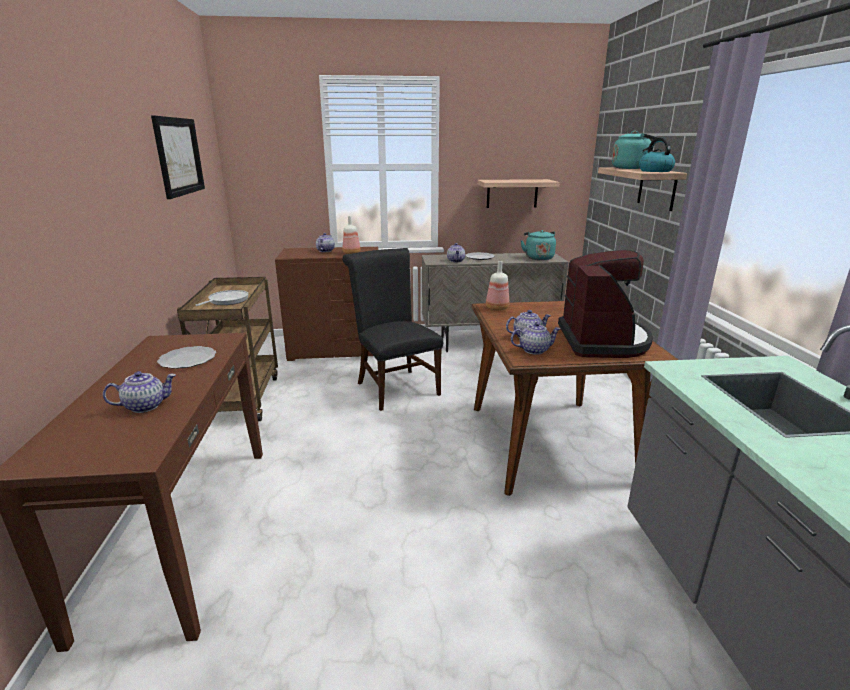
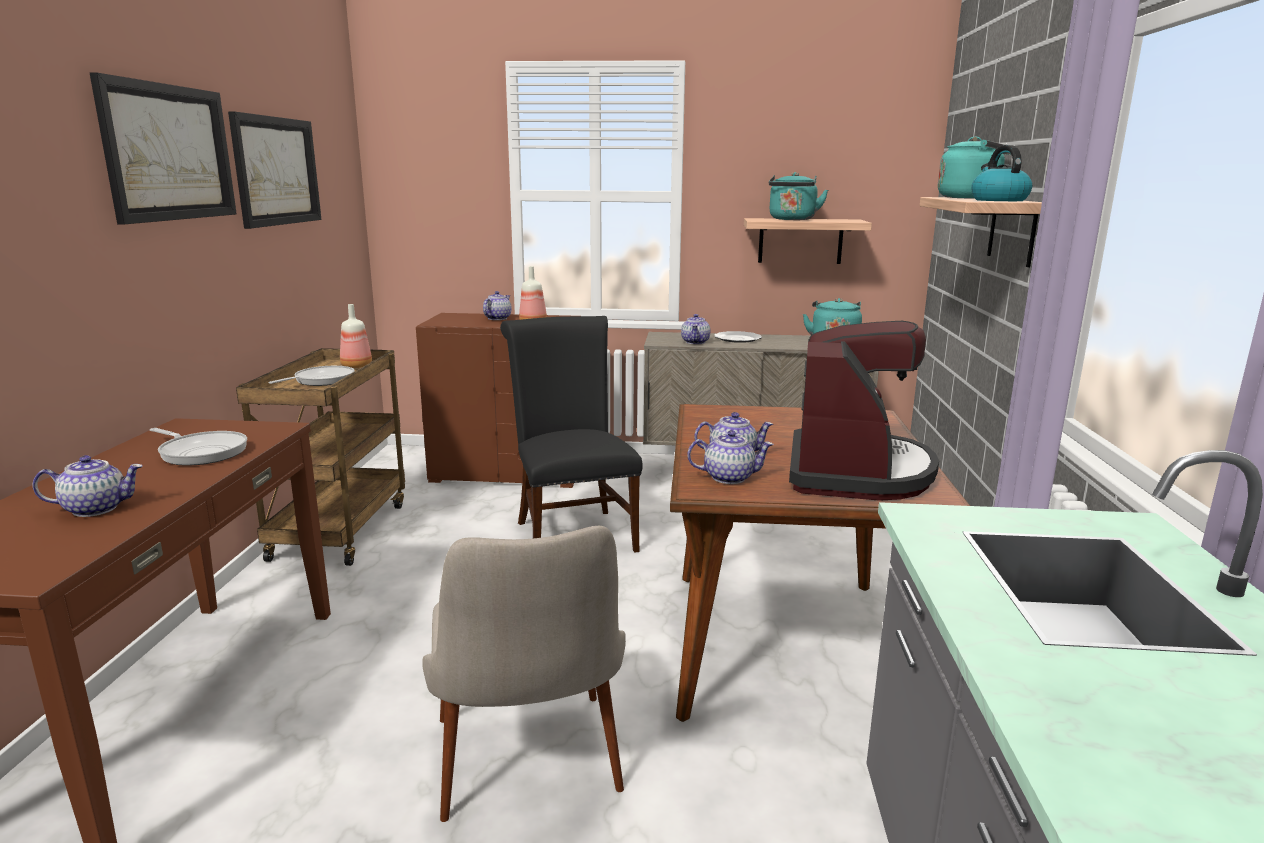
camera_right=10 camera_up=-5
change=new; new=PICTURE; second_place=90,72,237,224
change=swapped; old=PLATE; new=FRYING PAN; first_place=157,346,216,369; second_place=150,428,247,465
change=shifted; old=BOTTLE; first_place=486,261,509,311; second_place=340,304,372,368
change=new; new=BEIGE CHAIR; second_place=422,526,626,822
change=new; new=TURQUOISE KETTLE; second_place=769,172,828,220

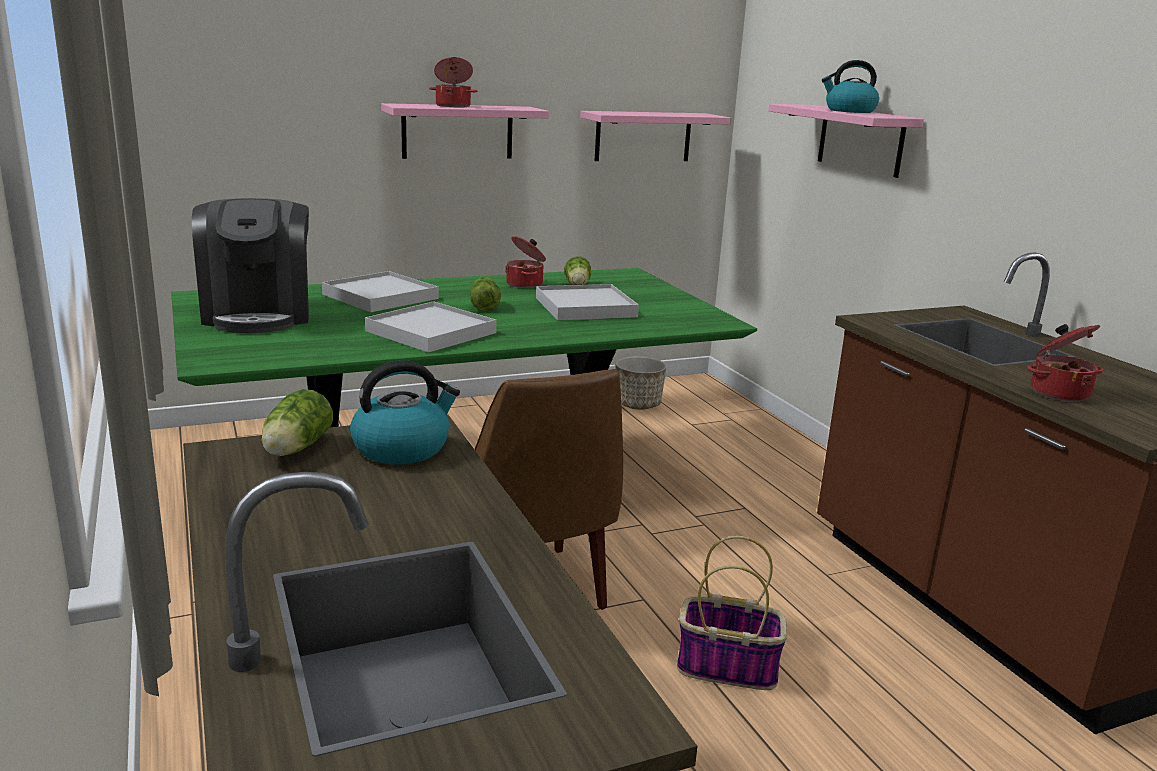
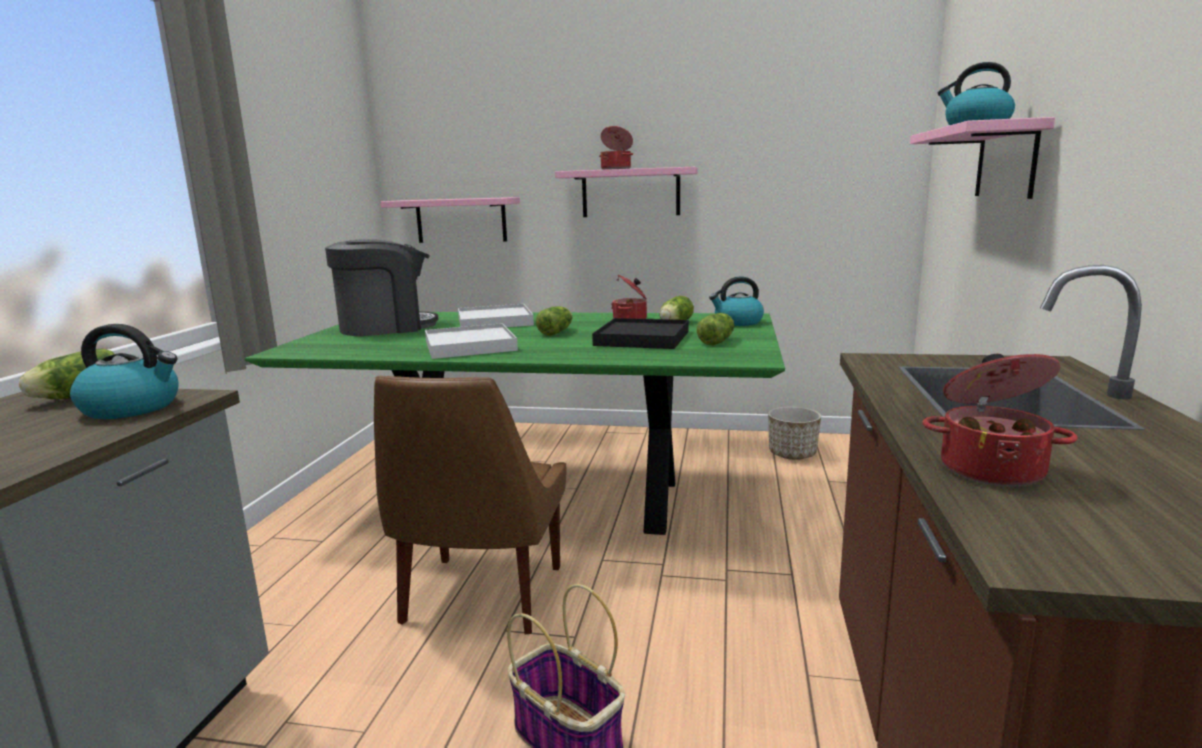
camera_right=35 camera_up=-5
change=rotated; old=COFFEE MACHINE; first_place=192,198,309,333; second_place=325,239,438,336; degrees=-135
change=shifted; old=PINK SHELF; first_place=580,111,732,161; second_place=381,197,520,243
change=repainted; old=WHITE TRAY; new=BLACK TRAY; first_place=536,284,639,320; second_place=592,318,689,349
change=new; new=LETTUCE; second_place=697,313,734,345
change=new; new=KETTLE; second_place=709,276,764,326

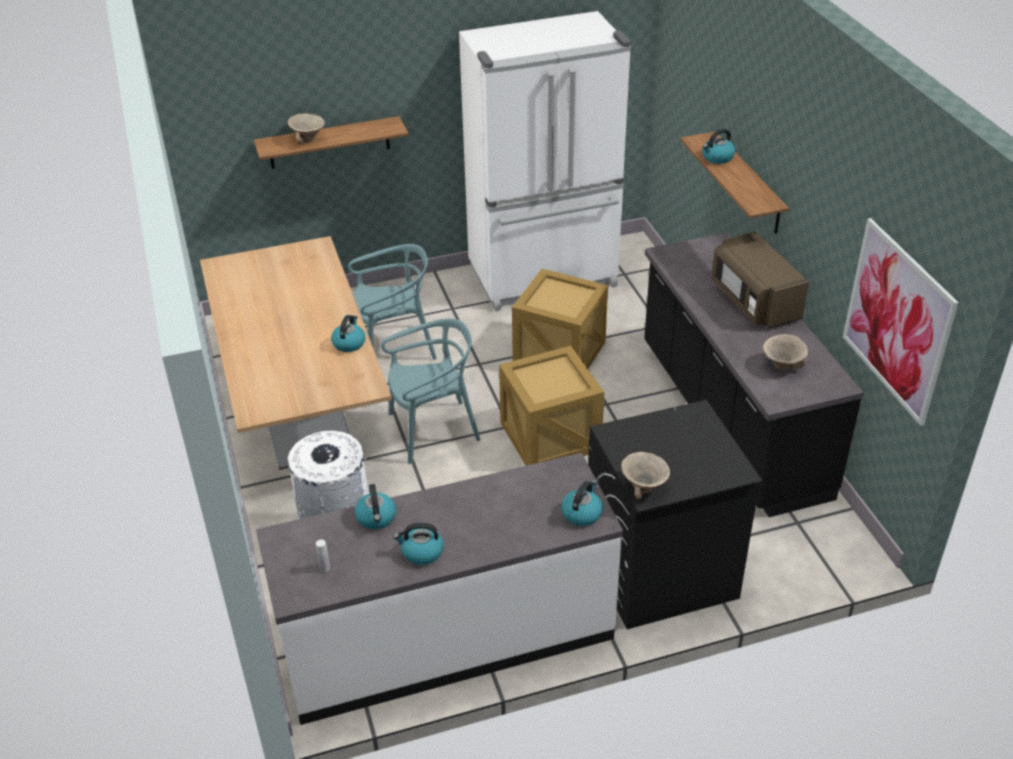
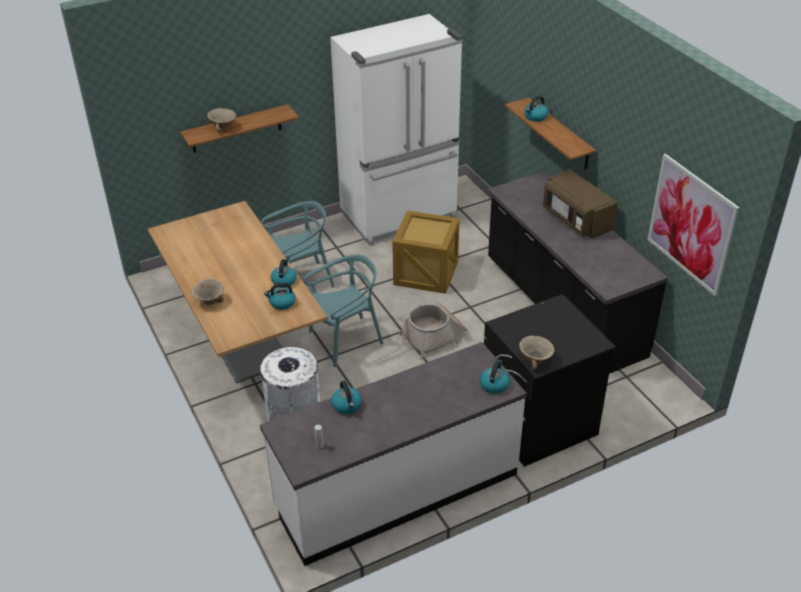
camera_right=-10 camera_up=0
change=shifted; old=BEIGE BOWL; first_place=763,334,808,370; second_place=191,279,224,305
change=shifted; old=KETTLE; first_place=393,522,444,565; second_place=264,283,296,310
change=swapped; old=CRATE; new=BASKET; first_place=499,346,604,466; second_place=399,301,468,359

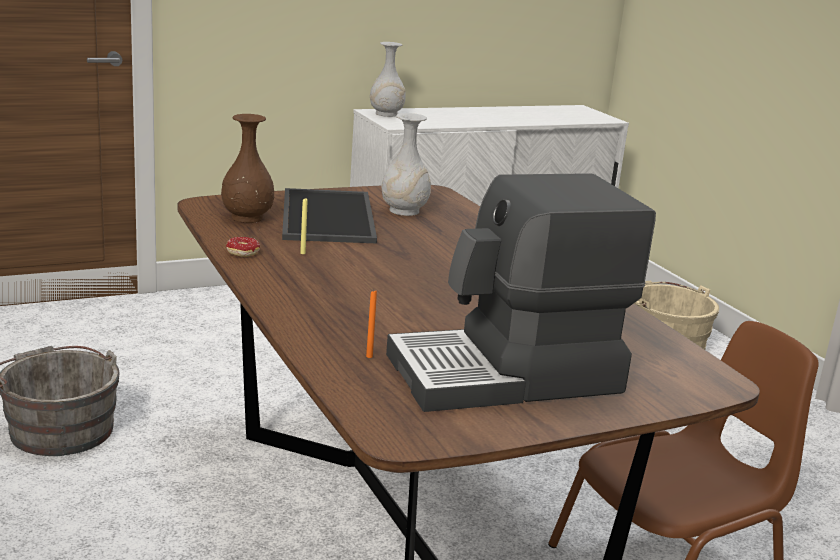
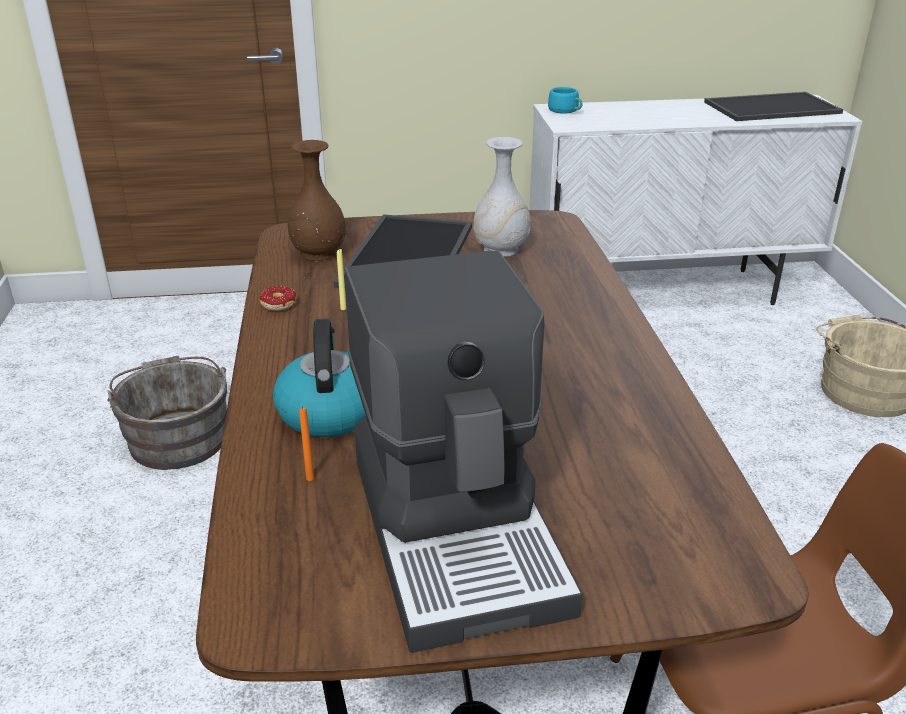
camera_right=20 camera_up=10
change=new; new=KETTLE; second_place=273,319,366,437
change=rotated; old=COFFEE MACHINE; first_place=386,173,656,412; second_place=345,250,582,653; degrees=-105
change=swapped; old=WHITE VASE; new=TURQUOISE CUP; first_place=370,42,406,117; second_place=548,87,582,114
change=new; new=TRAY; second_place=704,92,843,121

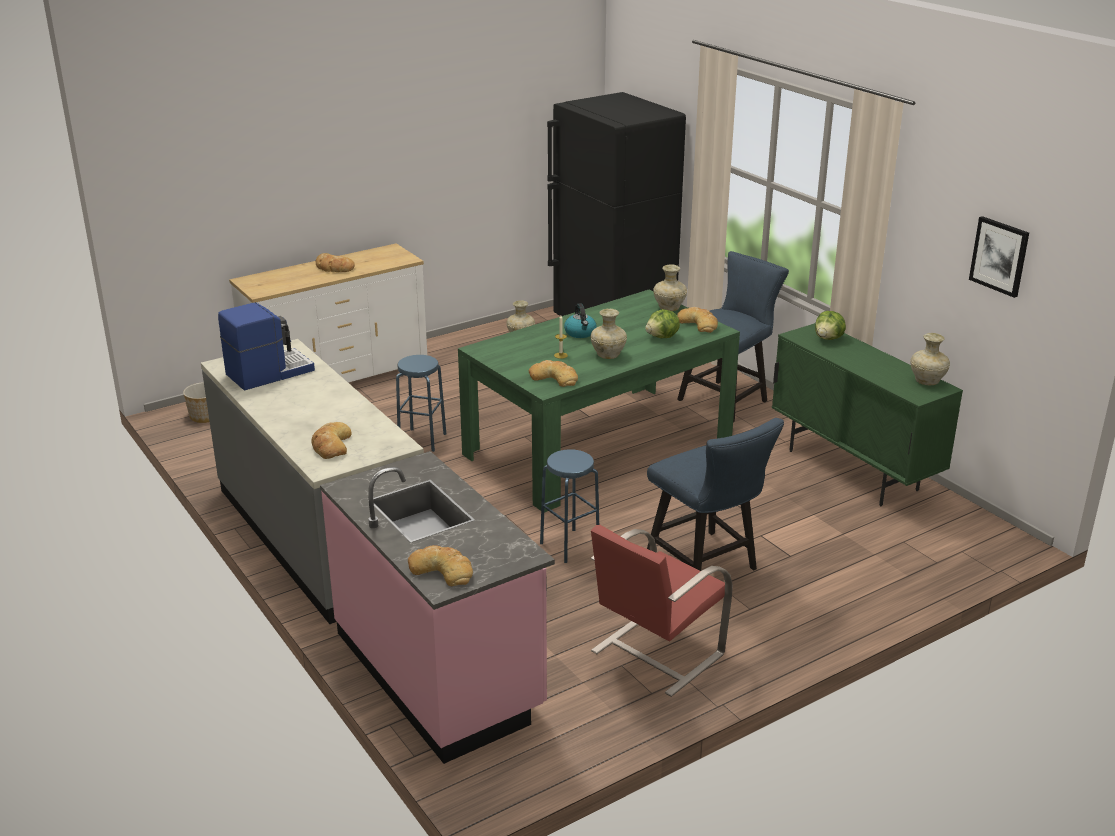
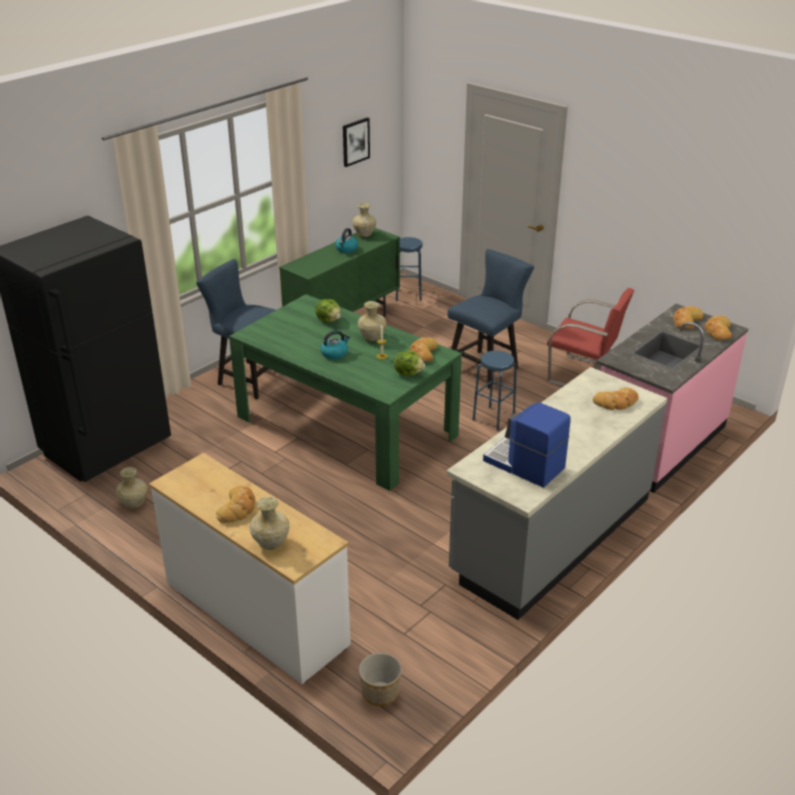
camera_right=-105 camera_up=5
change=shifted; old=BEIGE VASE; first_place=653,264,687,311; second_place=250,497,290,550
change=new; new=KETTLE; second_place=335,228,358,253
change=shifted; old=LETTUCE; first_place=815,311,846,340; second_place=394,350,425,376
change=shifted; old=BLUE STOOL; first_place=396,355,446,452; second_place=396,237,422,301
change=shifted; old=BREAD; first_place=677,307,718,333; second_place=673,306,703,329

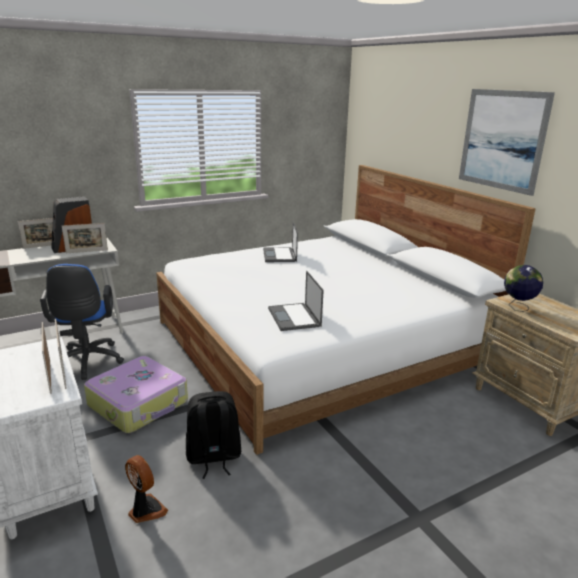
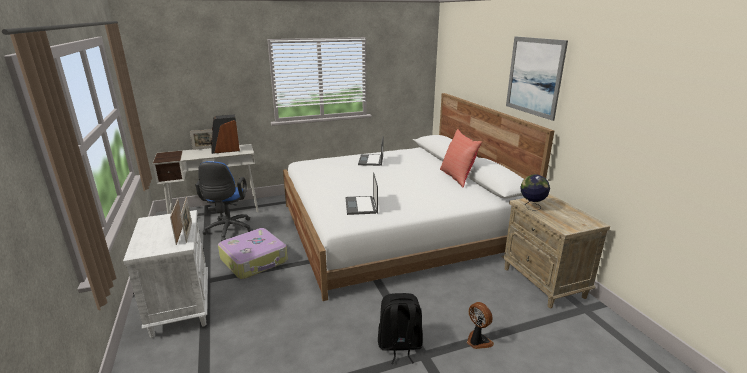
camera_right=10 camera_up=0
change=shifted; old=BLACK BACKPACK; first_place=186,391,241,479; second_place=378,293,423,364
change=new; new=RED PILLOW; second_place=440,129,482,188
change=shifted; old=FAN; first_place=125,455,168,523; second_place=467,302,494,349
change=gone; old=PICTURE FRAME; first_place=62,223,108,253

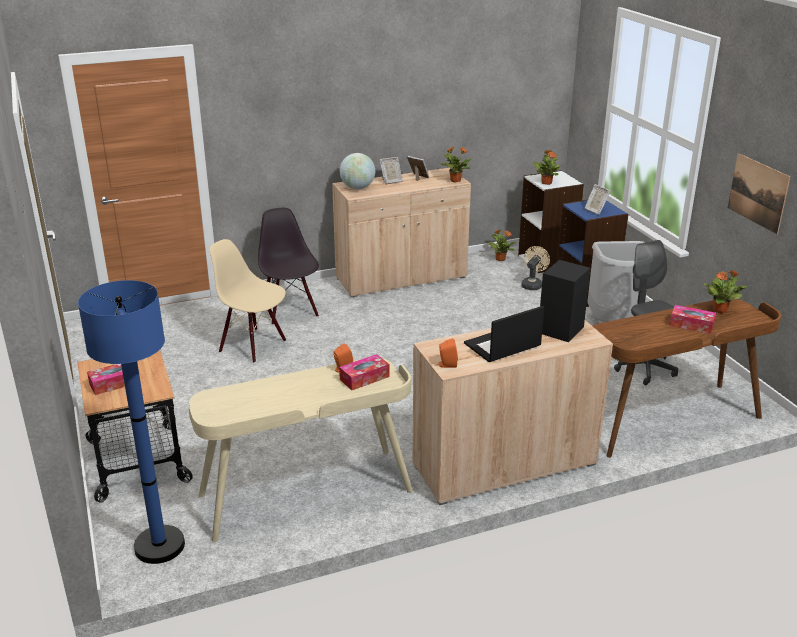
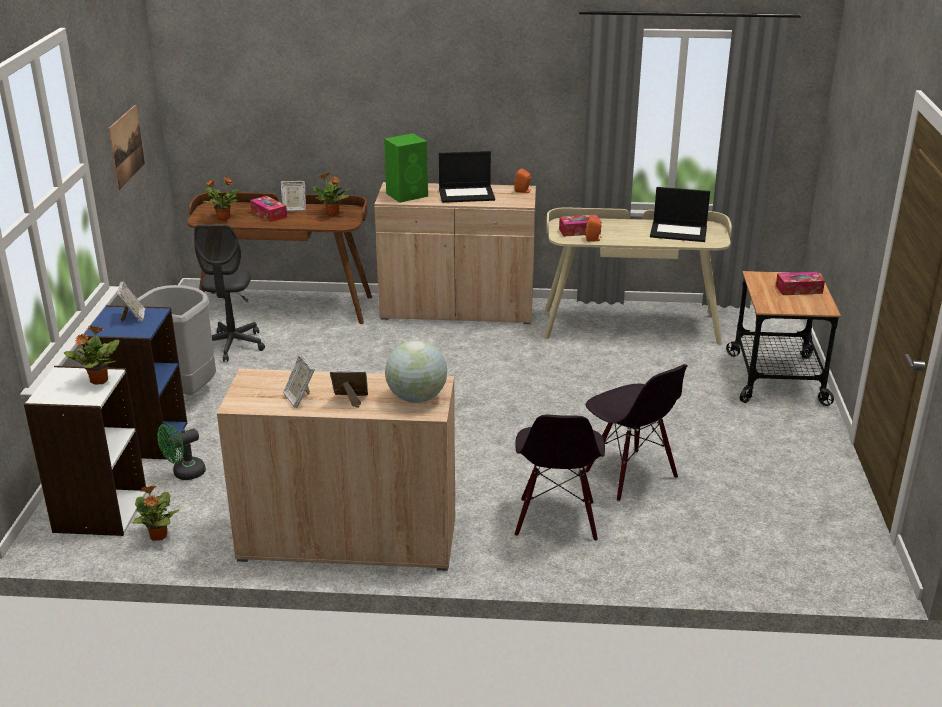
camera_right=-155 camera_up=0
change=repainted; old=BEIGE FAN; new=GREEN FAN; first_place=521,246,550,290; second_place=157,423,206,480
change=new; new=PICTURE FRAME; second_place=281,181,306,212
change=shifted; old=POTTED PLANT; first_place=441,147,472,183; second_place=313,173,350,216
change=repainted; old=BLACK SPEAKER; new=GREEN SPEAKER; first_place=540,260,590,342; second_place=384,133,428,203
change=repainted; old=BEIGE CHAIR; new=BLACK CHAIR; first_place=209,239,286,363; second_place=585,364,688,502
change=new; new=LAPTOP; second_place=650,187,710,242
change=gone; old=BLUE FLOOR LAMP; first_place=78,280,185,564

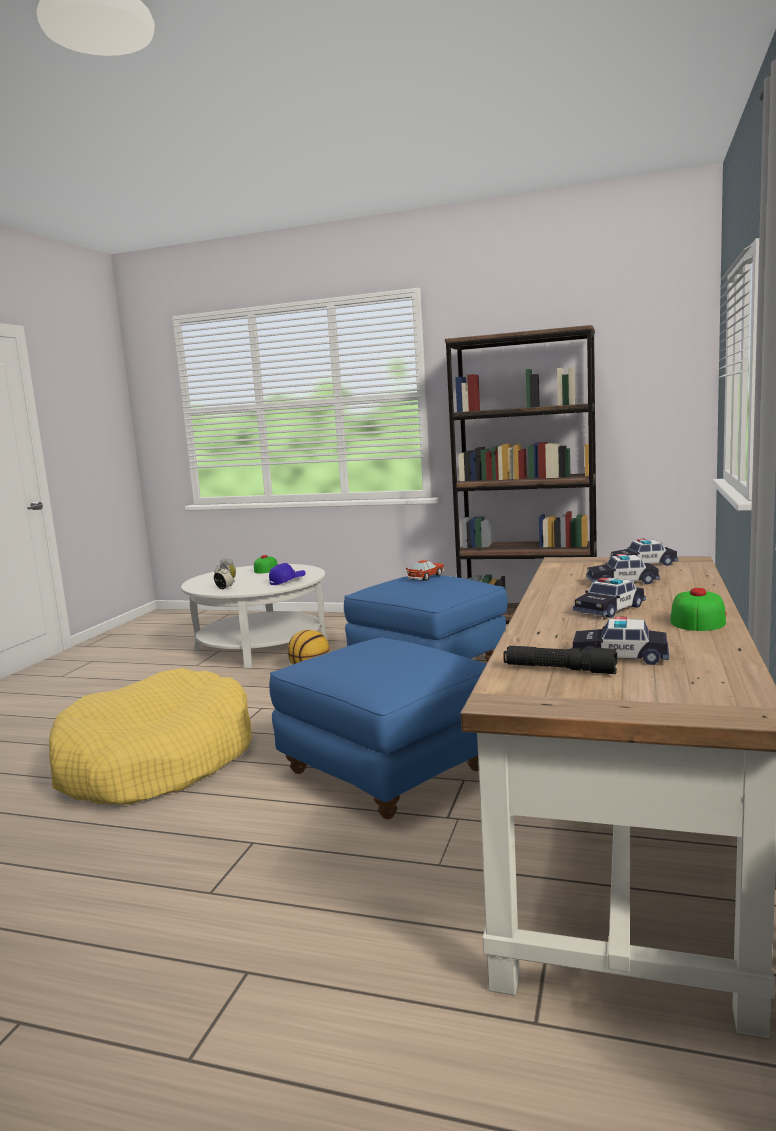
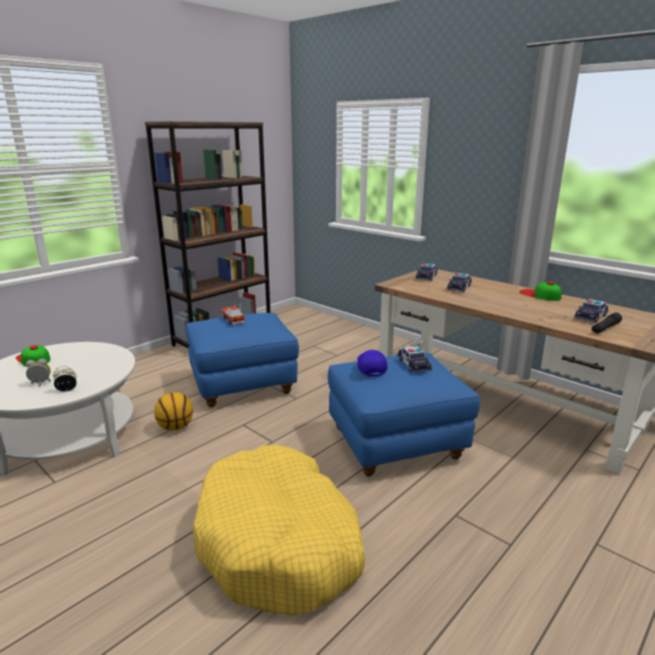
camera_right=-65 camera_up=10
change=shifted; old=BLUE CAP; first_place=269,563,306,585; second_place=357,350,387,377
change=shifted; old=TOY CAR; first_place=573,577,646,618; second_place=397,346,432,373

